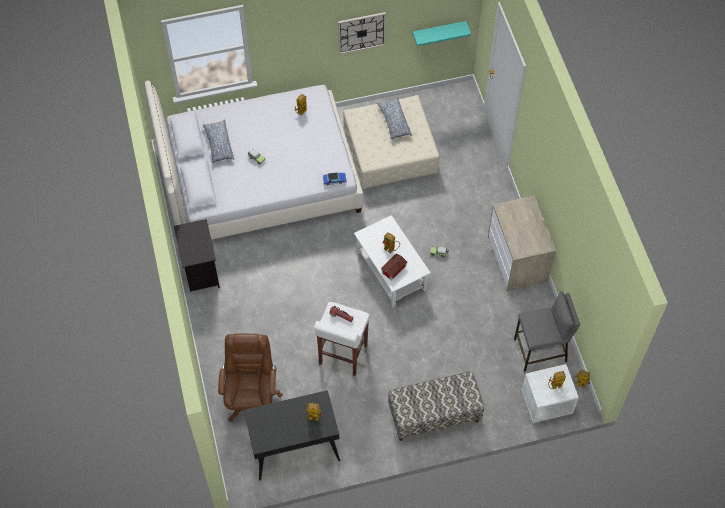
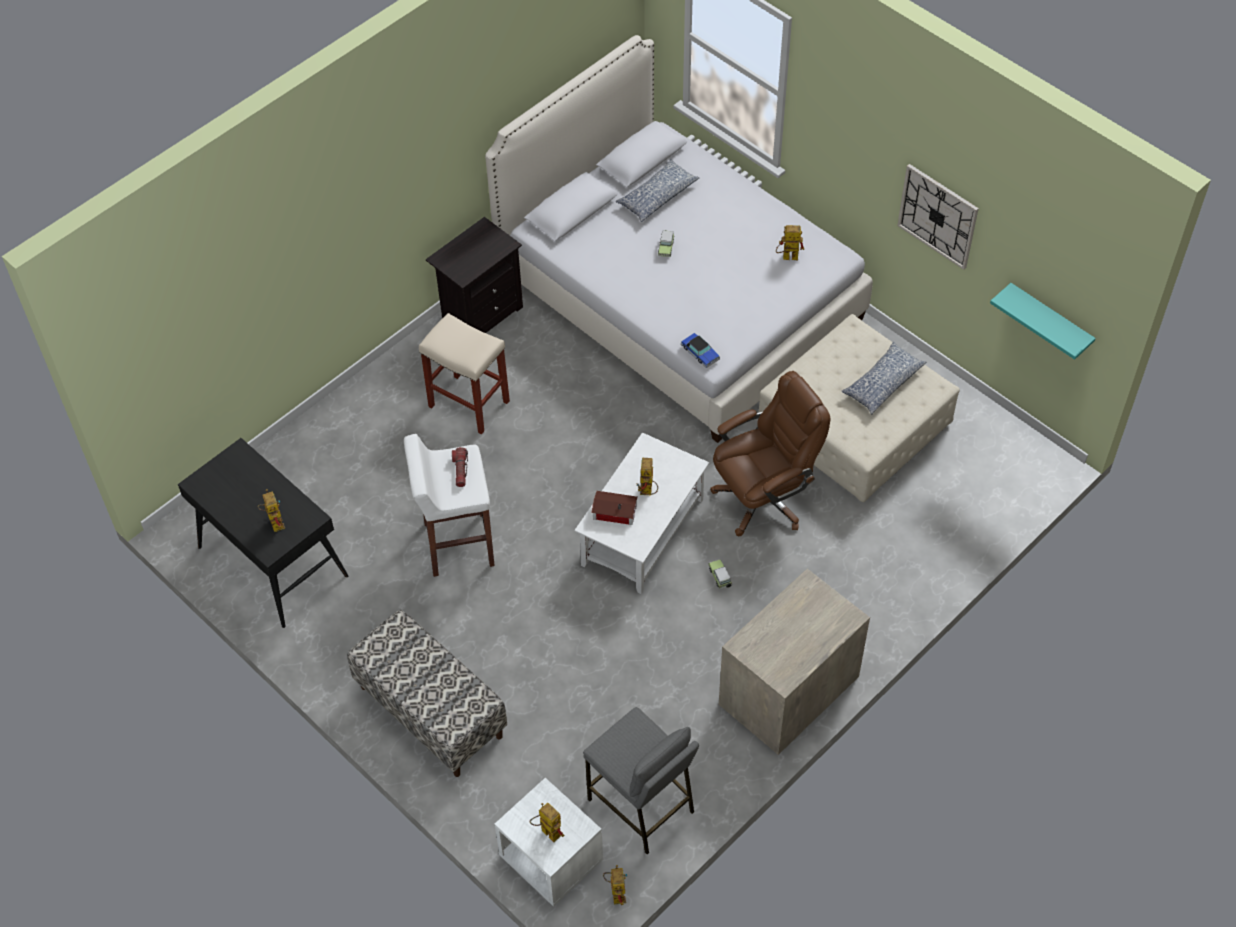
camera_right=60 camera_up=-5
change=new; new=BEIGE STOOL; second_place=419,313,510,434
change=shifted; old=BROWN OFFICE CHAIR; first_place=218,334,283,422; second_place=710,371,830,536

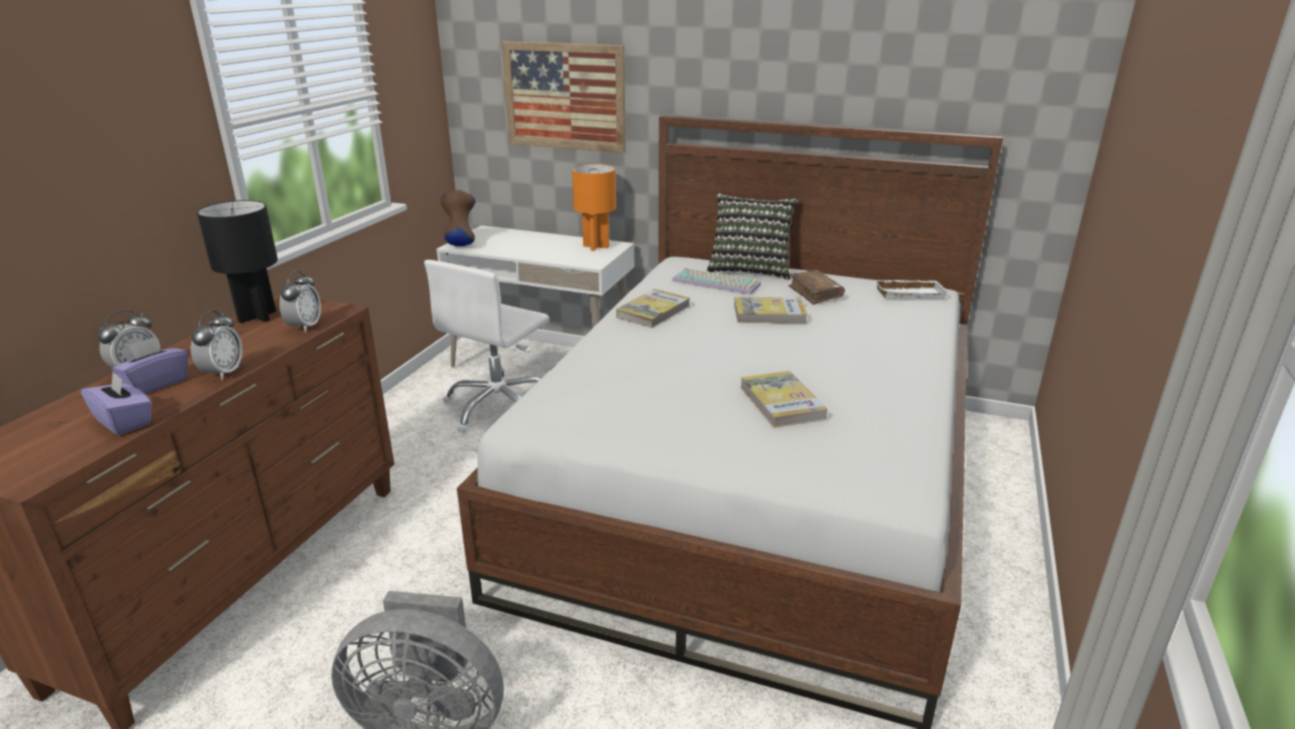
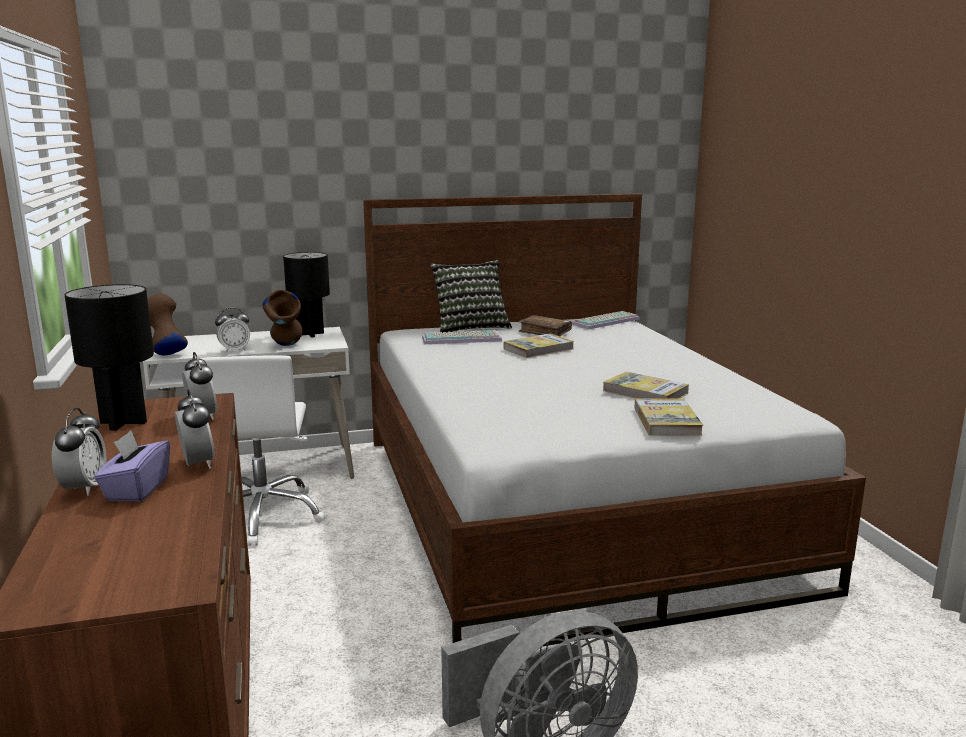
camera_right=-35 camera_up=-10
change=new; new=ALARM CLOCK; second_place=215,308,250,353
change=new; new=BROWN VASE; second_place=262,290,303,346
change=repainted; old=ORANGE TABLE LAMP; new=BLACK TABLE LAMP; first_place=572,164,616,251; second_place=283,252,330,337
change=swapped; old=WHITE TRAY; new=KEYBOARD; first_place=875,280,949,299; second_place=572,311,640,329
change=shifted; old=BOOK; first_place=616,289,690,328; second_place=634,398,703,436
change=gone; old=PURPLE TISSUE BOX; first_place=81,372,152,435
change=gone; old=PICTURE; first_place=502,41,626,153

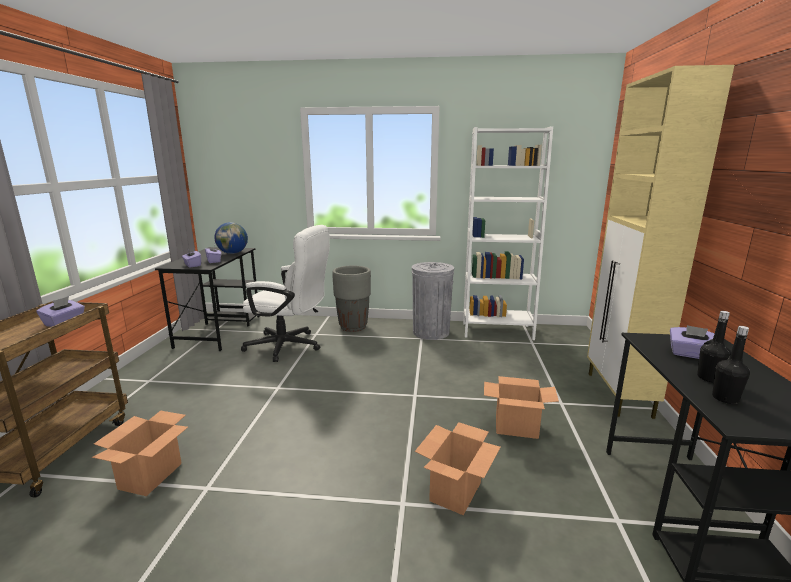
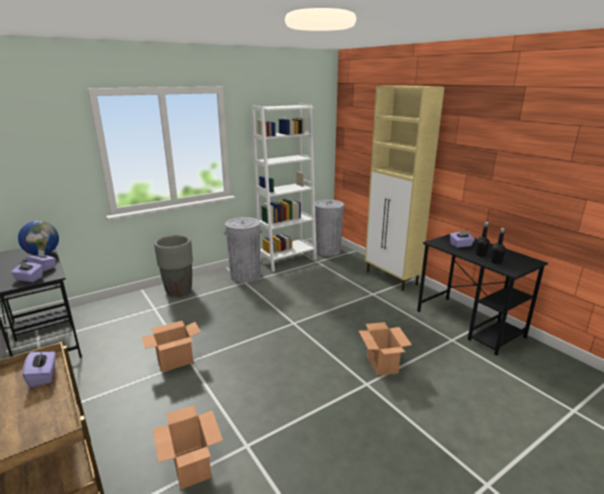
camera_right=-40 camera_up=5
change=shifted; old=CARDBOARD BOX; first_place=484,376,559,439; second_place=142,321,201,372
change=new; new=GREY TRASH CAN; second_place=315,200,344,256
change=gone; old=WHITE OFFICE CHAIR; first_place=241,225,330,362

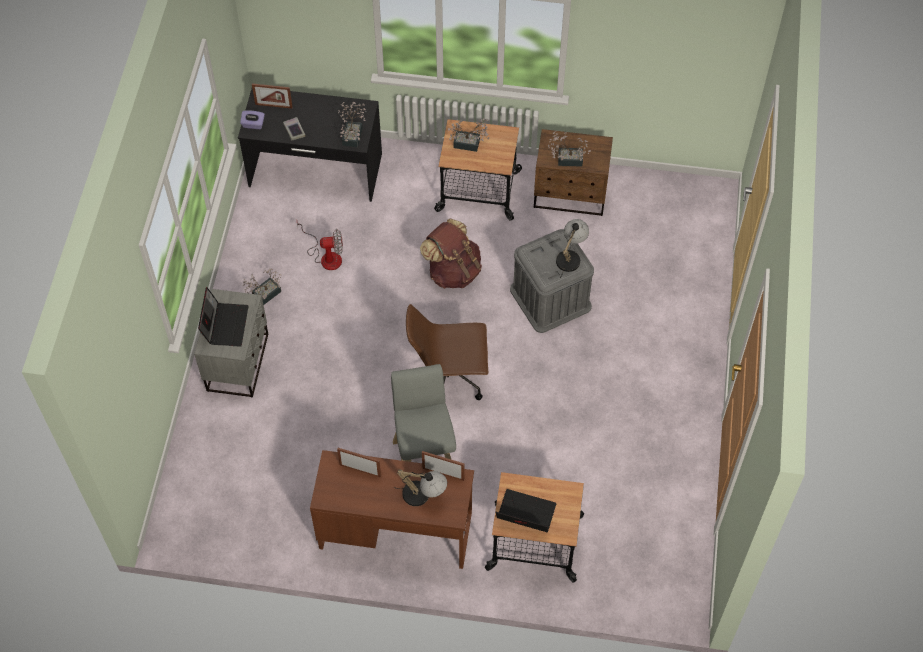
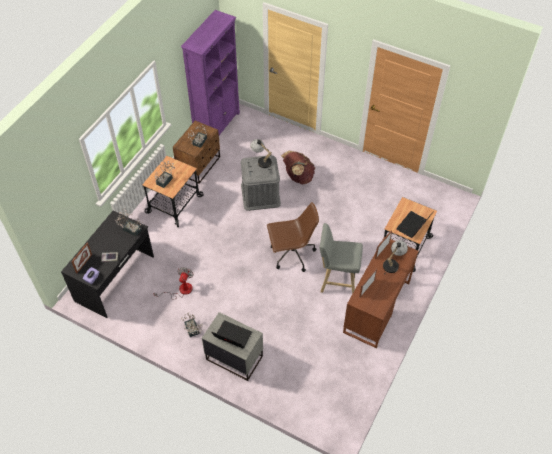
camera_right=-70 camera_up=-5
change=new; new=PURPLE BOOKCASE; second_place=181,10,240,135
change=rotated; old=BROWN OFFICE CHAIR; first_place=406,304,488,400; second_place=267,202,319,272; degrees=-120
change=shifted; old=BROWN BACKPACK; first_place=420,219,482,289; second_place=281,151,315,184

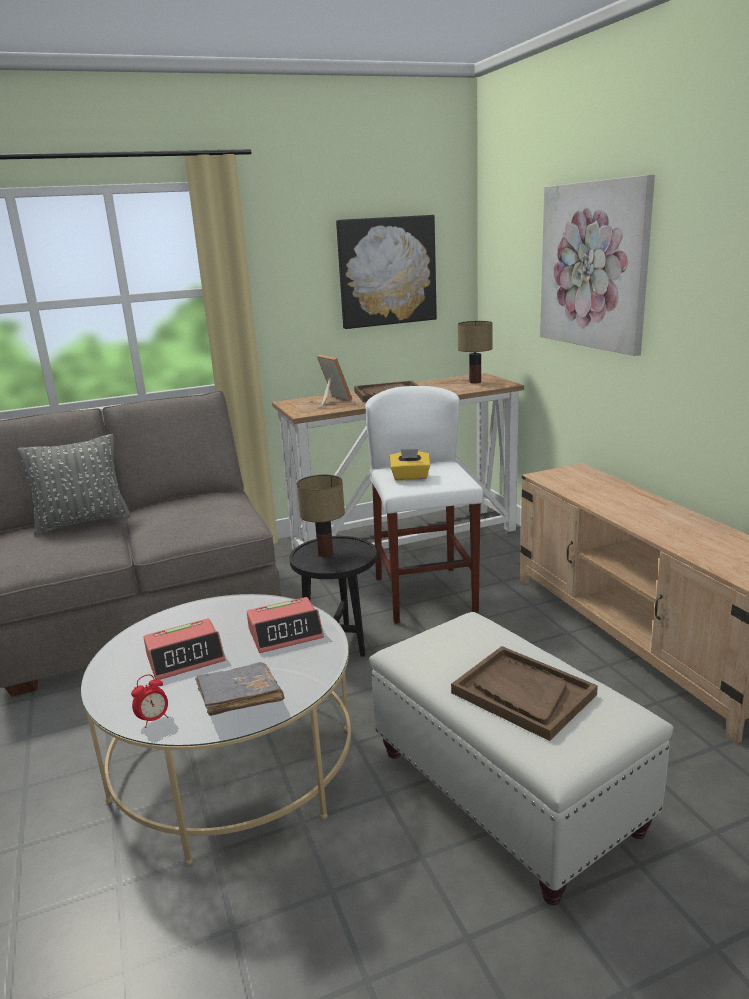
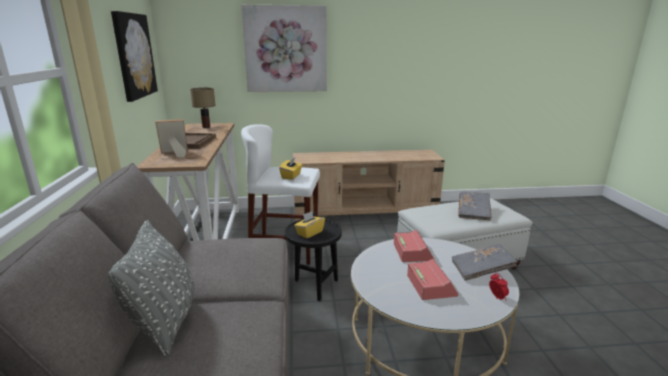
camera_right=-75 camera_up=0
change=swapped; old=TABLE LAMP; new=YELLOW TISSUE BOX; first_place=297,475,345,557; second_place=294,211,325,239
change=swapped; old=BROWN TRAY; new=GREY BOOK; first_place=451,646,598,741; second_place=458,192,492,220

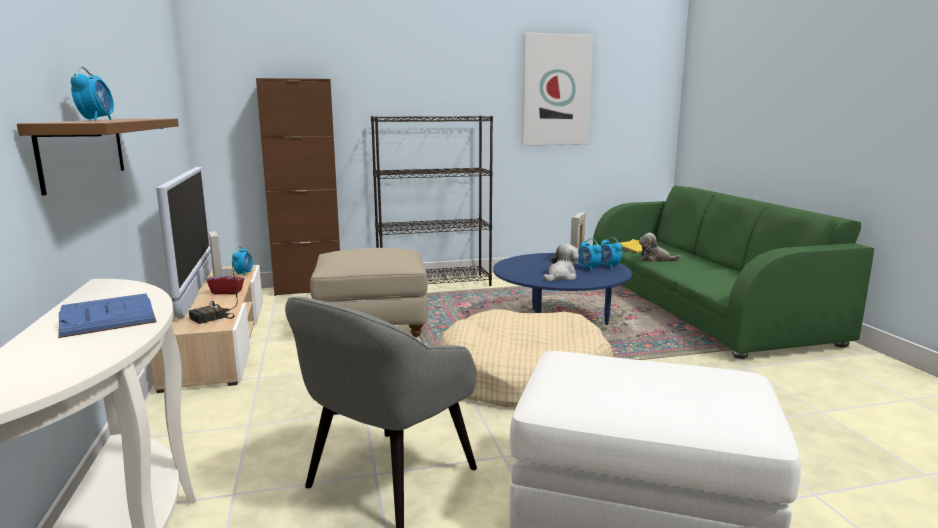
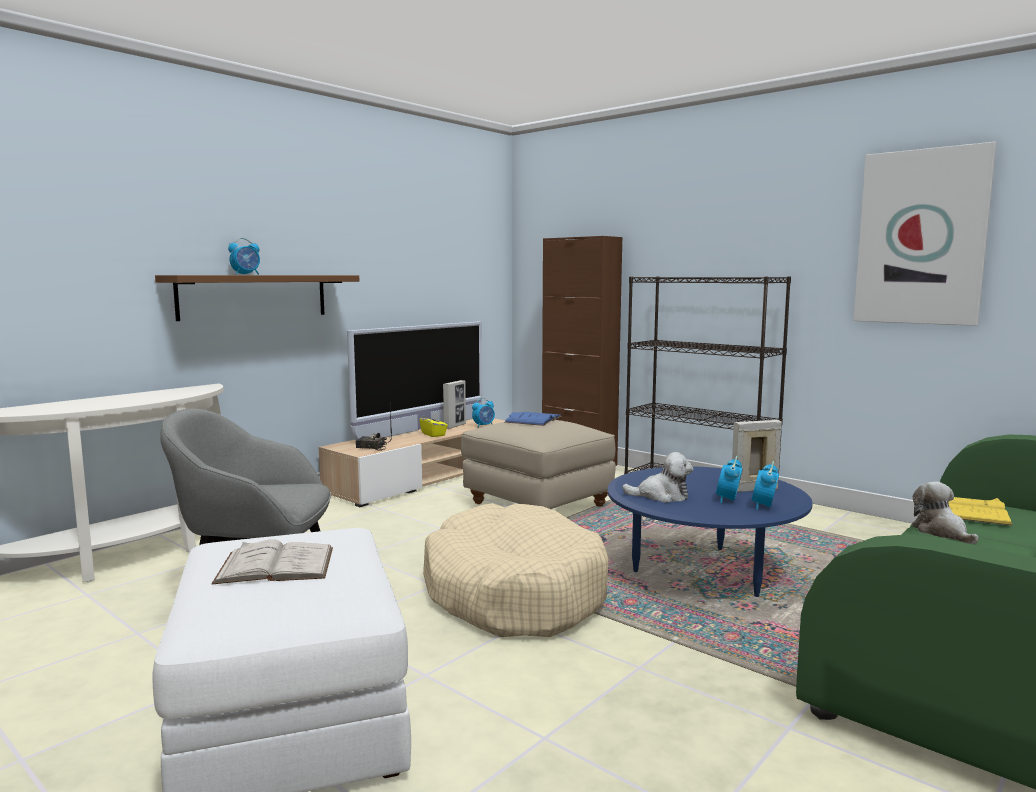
camera_right=55 camera_up=-5
change=new; new=WHITE BOOK; second_place=211,539,333,585
change=repainted; old=RED TISSUE BOX; new=YELLOW TISSUE BOX; first_place=207,268,244,294; second_place=419,412,448,437
change=shifted; old=BLUE BOOK; first_place=58,293,157,338; second_place=505,412,562,426

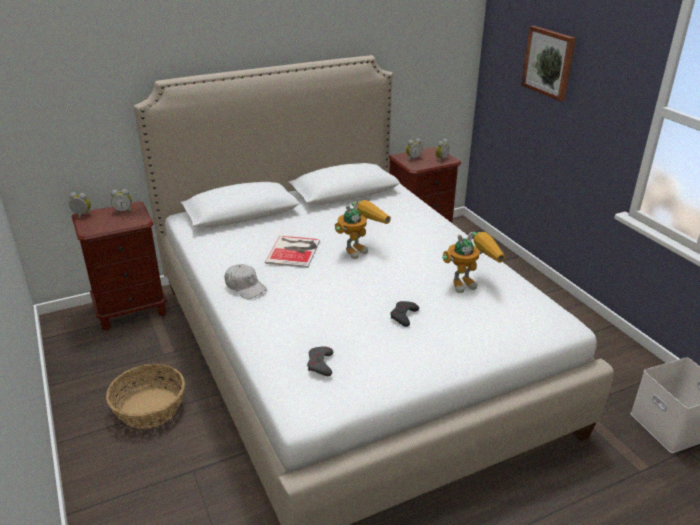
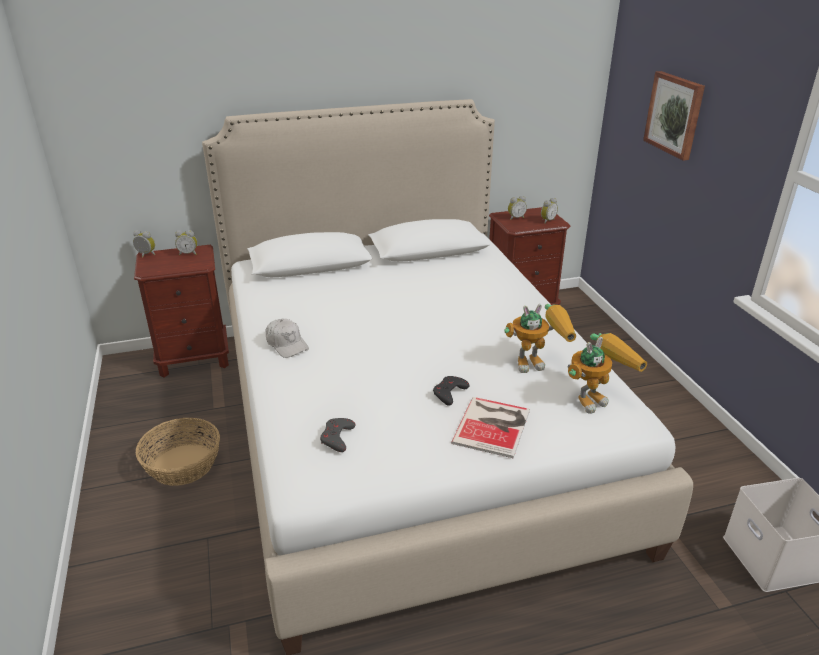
camera_right=10 camera_up=0
change=shifted; old=BOOK; first_place=265,236,320,268; second_place=451,397,530,458
change=shifted; old=TOY ROBOT; first_place=335,200,391,259; second_place=568,333,647,414

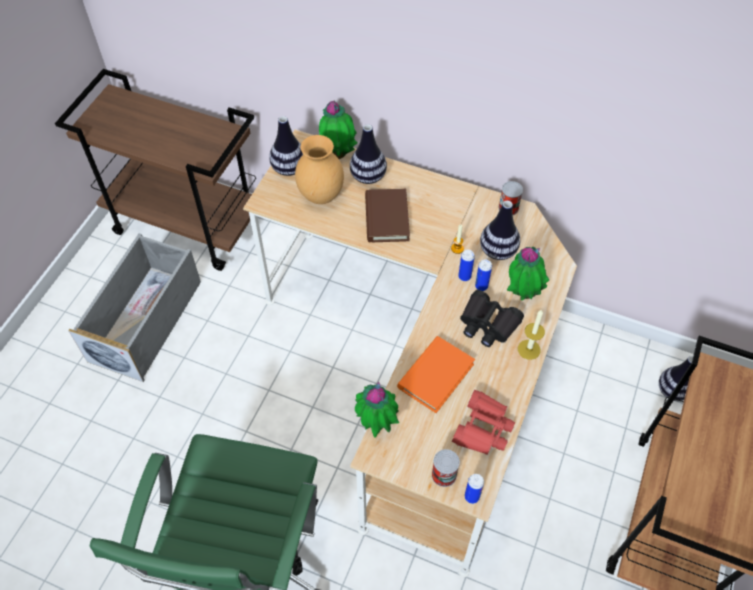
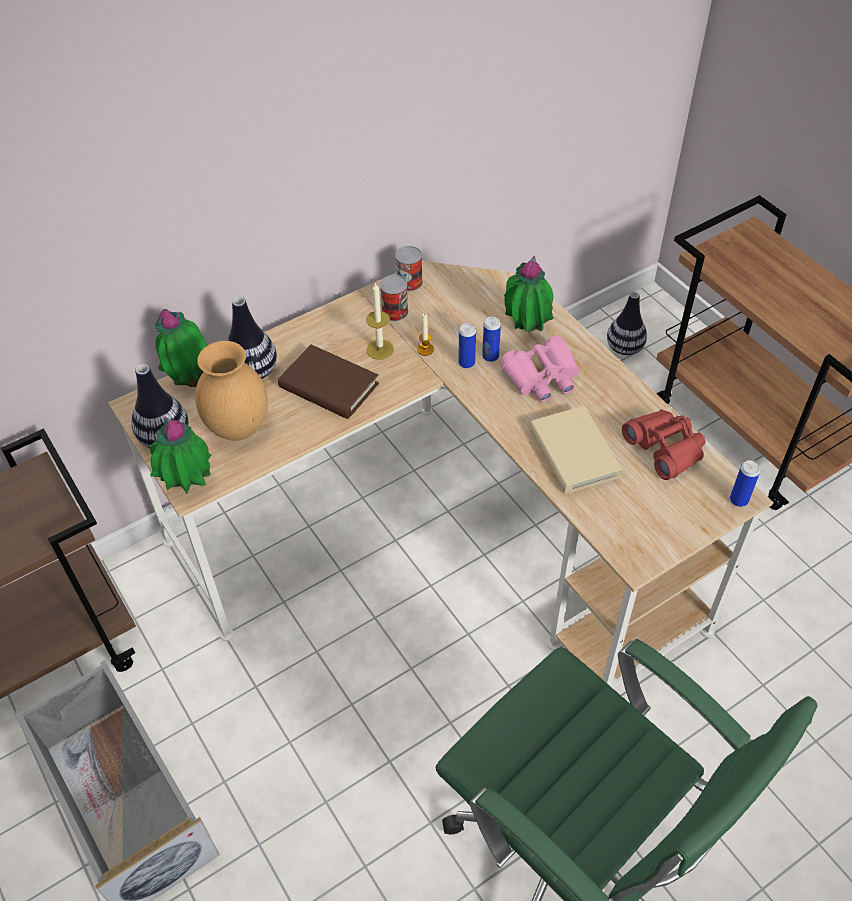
camera_right=-55 camera_up=-5
change=shifted; old=POTTED PLANT; first_place=355,382,399,438; second_place=150,416,211,493
change=shifted; old=CANDLE; first_place=518,309,545,360; second_place=366,282,394,360
change=shifted; old=CAN; first_place=432,449,460,487; second_place=380,275,408,321
change=repainted; old=BLACK BINOCULARS; new=PINK BINOCULARS; first_place=460,290,524,347; second_place=500,336,579,402
change=repainted; old=ORANGE BOOK; new=BEIGE BOOK; first_place=397,336,475,413; second_place=529,406,622,494
change=gone; old=VASE; first_place=480,201,520,260

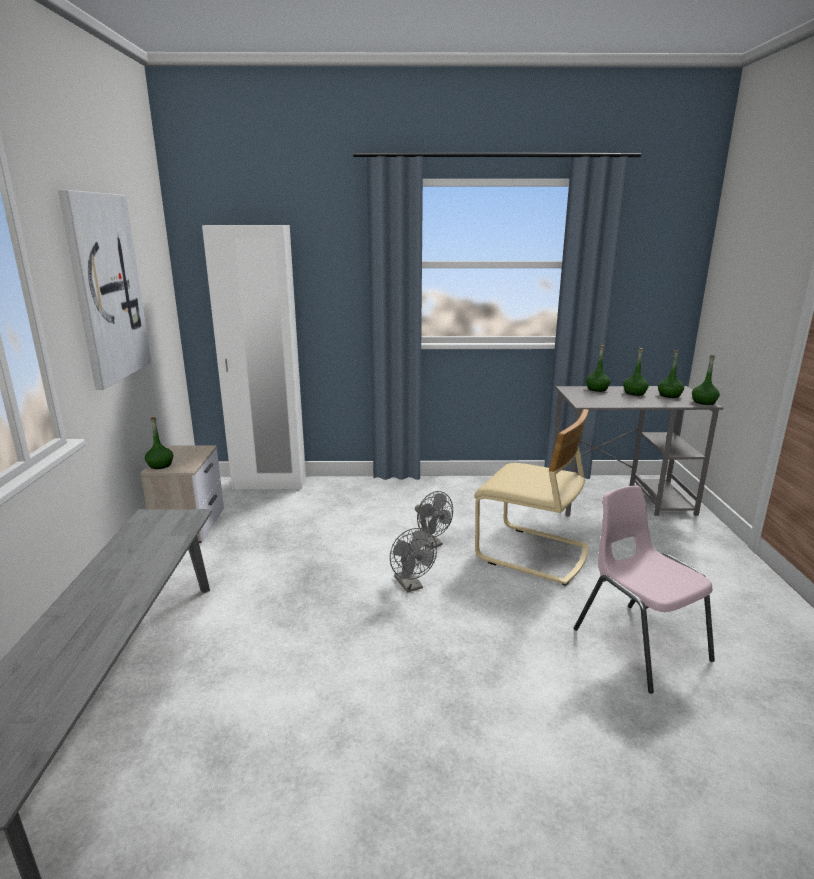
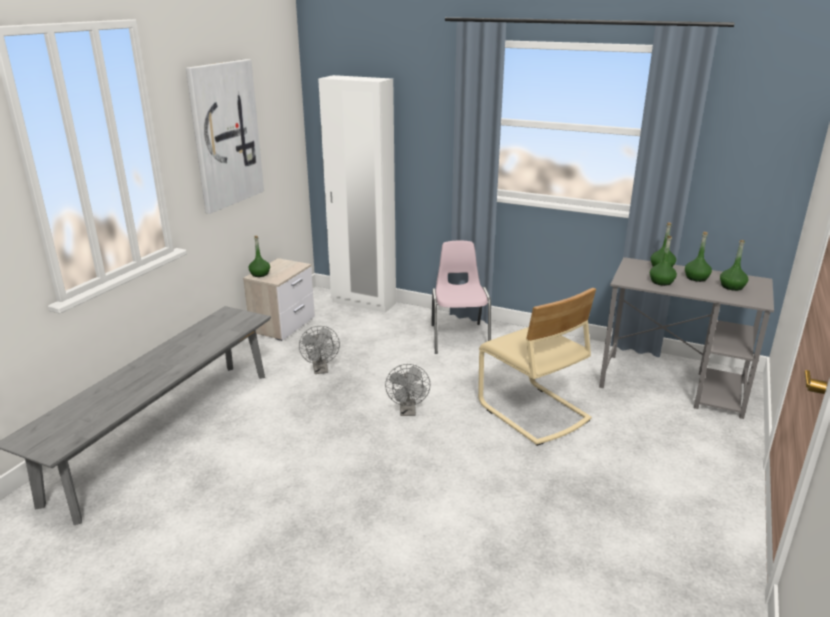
camera_right=25 camera_up=5
change=shifted; old=GREY FAN; first_place=415,491,453,549; second_place=299,326,340,374
change=shifted; old=PINK CHAIR; first_place=574,486,715,693; second_place=431,241,491,354
change=shifted; old=GREEN BOTTLE; first_place=692,355,720,405; second_place=650,235,677,286

